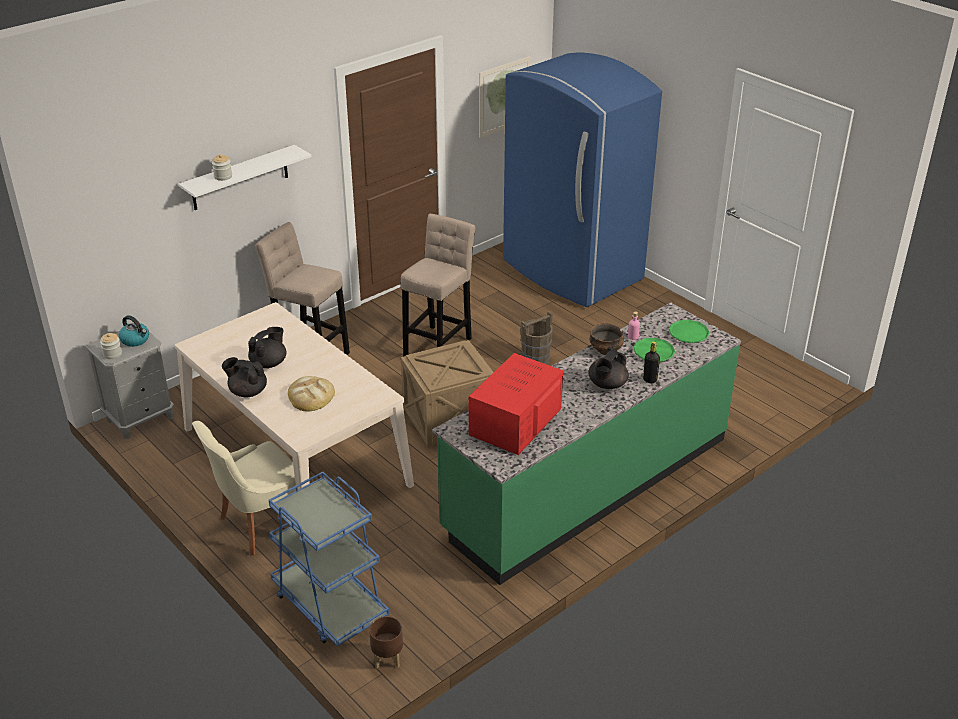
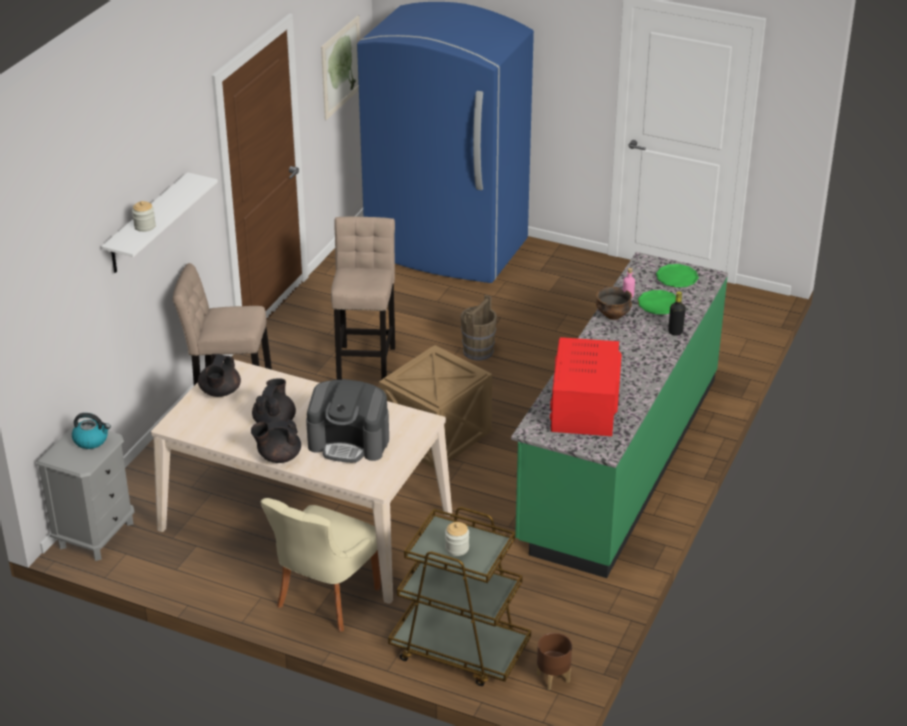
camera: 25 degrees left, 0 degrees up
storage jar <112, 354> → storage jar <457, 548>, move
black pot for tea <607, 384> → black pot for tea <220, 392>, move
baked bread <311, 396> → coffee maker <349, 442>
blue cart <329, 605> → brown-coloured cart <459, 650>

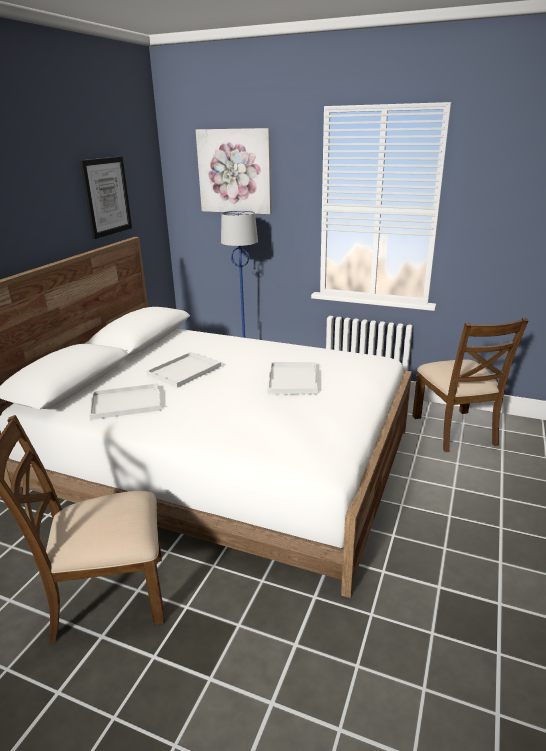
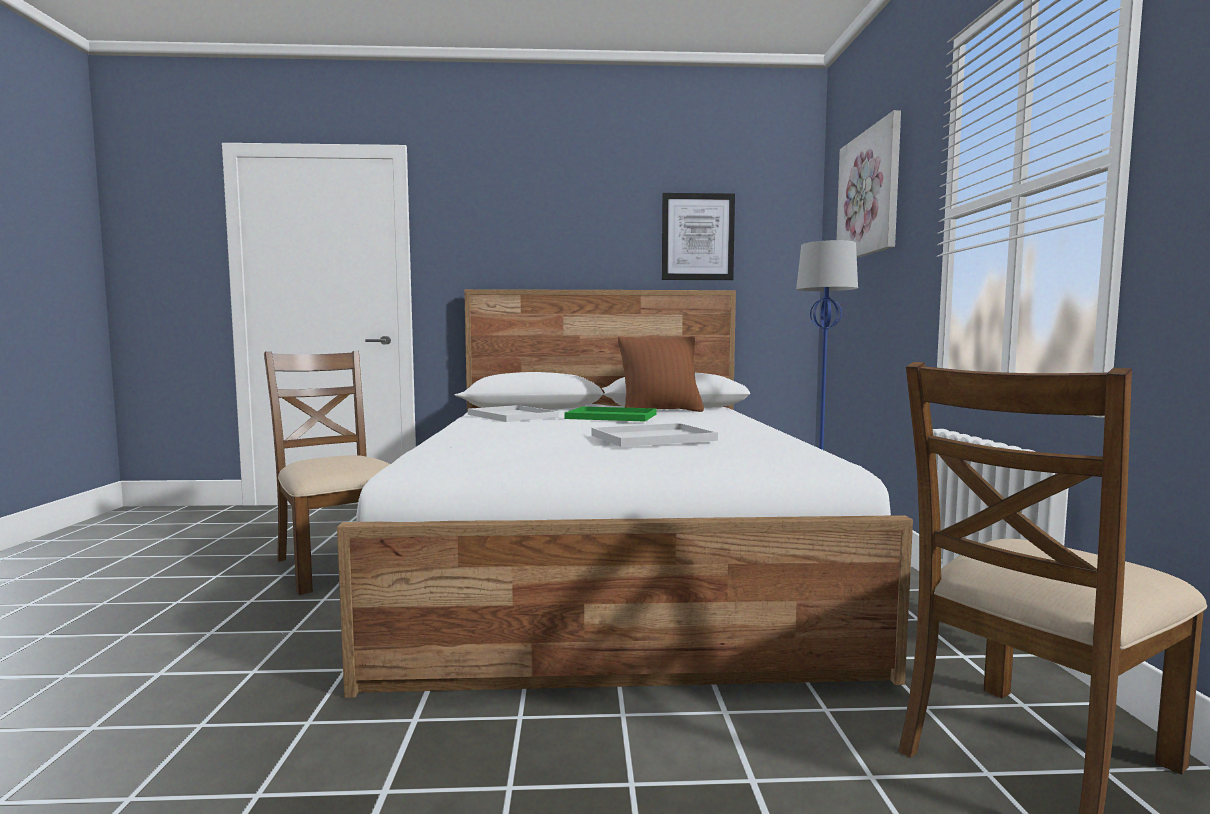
camera: 65 degrees right, 20 degrees down
white-coloured carrying tray <184, 371> → greenish carrying tray <609, 416>
- → brown-coloured cushion <660, 411>

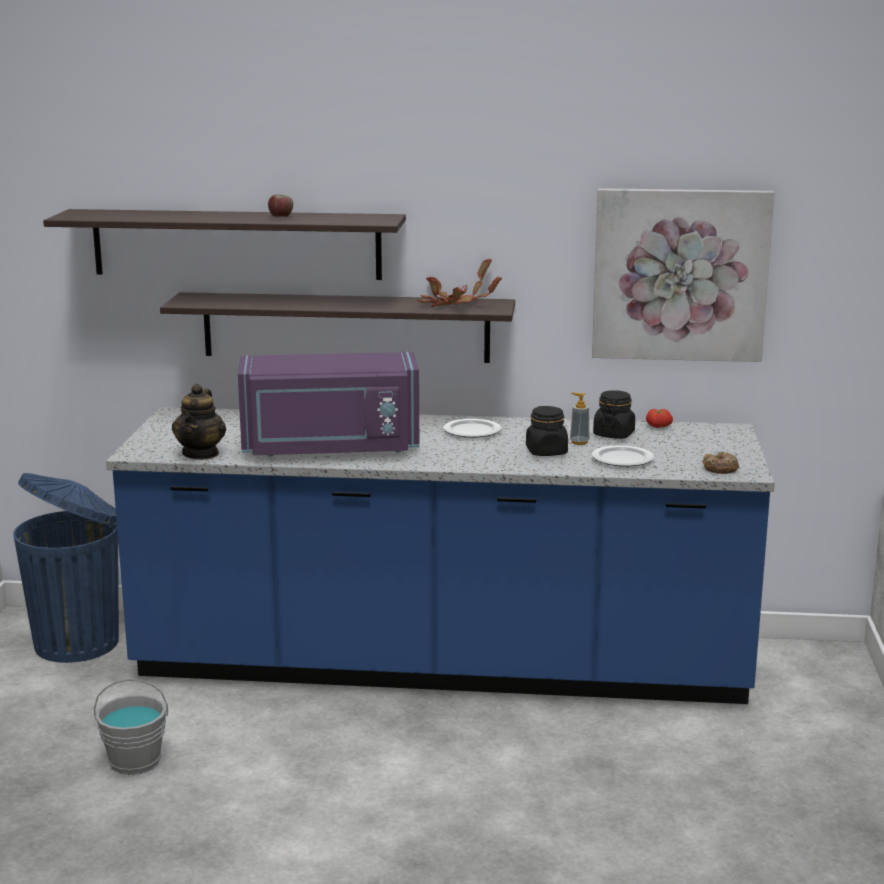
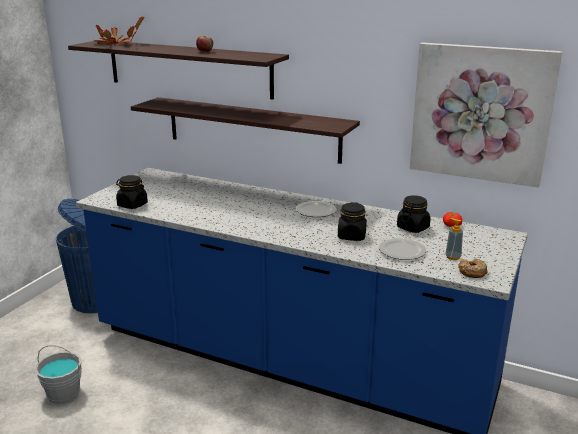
camera: 20 degrees right, 5 degrees up
plant in a pot <453, 304> → plant in a pot <115, 44>, move
purple-coloured kitchen microwave <330, 449> → -
pot for tea <201, 454> → black storage jar <132, 205>
liquid soap bottle <579, 442> → liquid soap bottle <452, 257>, move

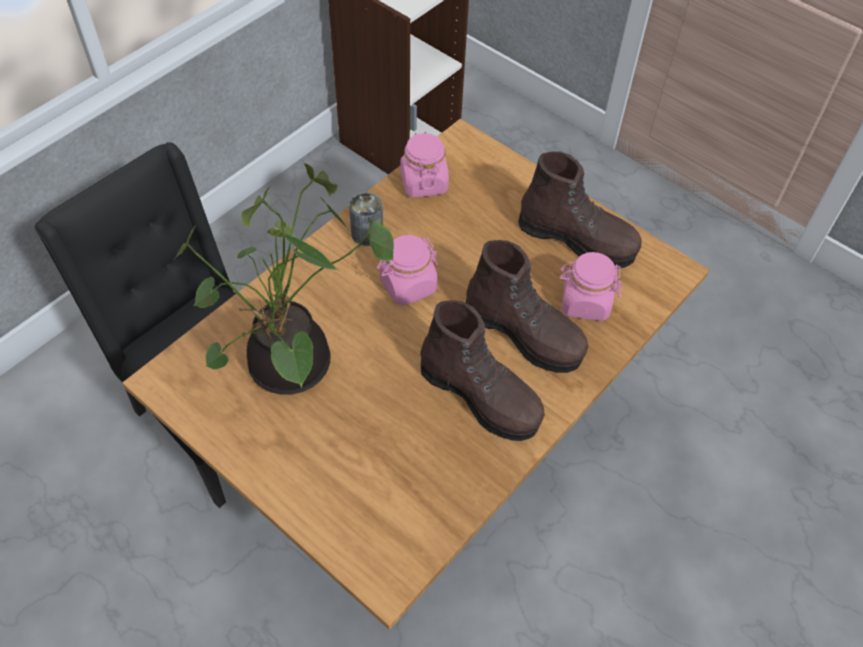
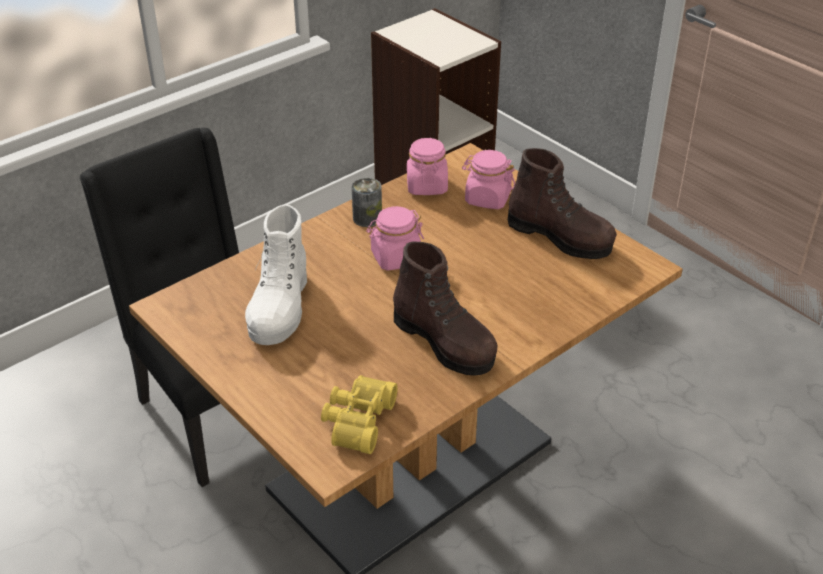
camera: 10 degrees right, 15 degrees down
plant in a pot <294, 369> → white-coloured boot <280, 308>
brown-coloured boot <524, 334> → -
pink storage jar <585, 302> → pink storage jar <487, 198>, move
- → yellow-coloured binoculars <356, 421>

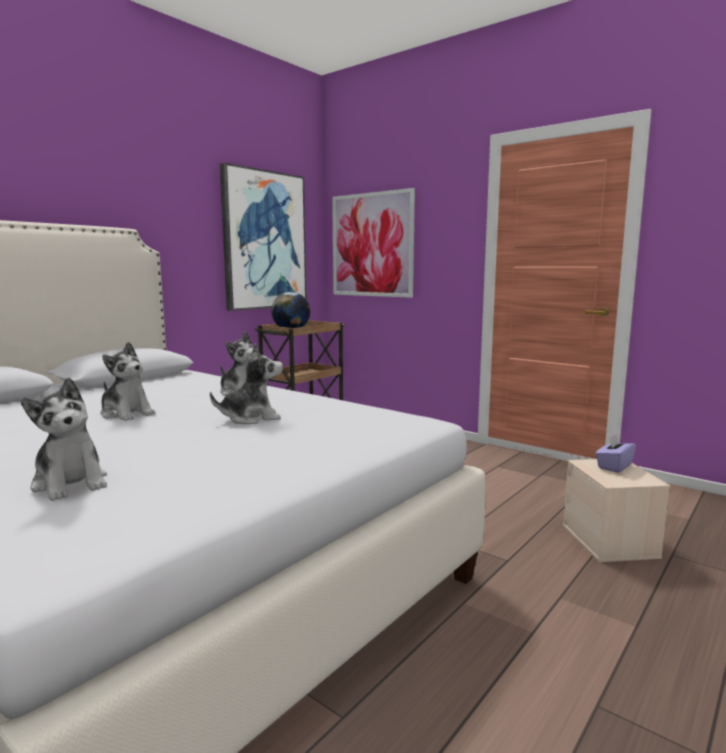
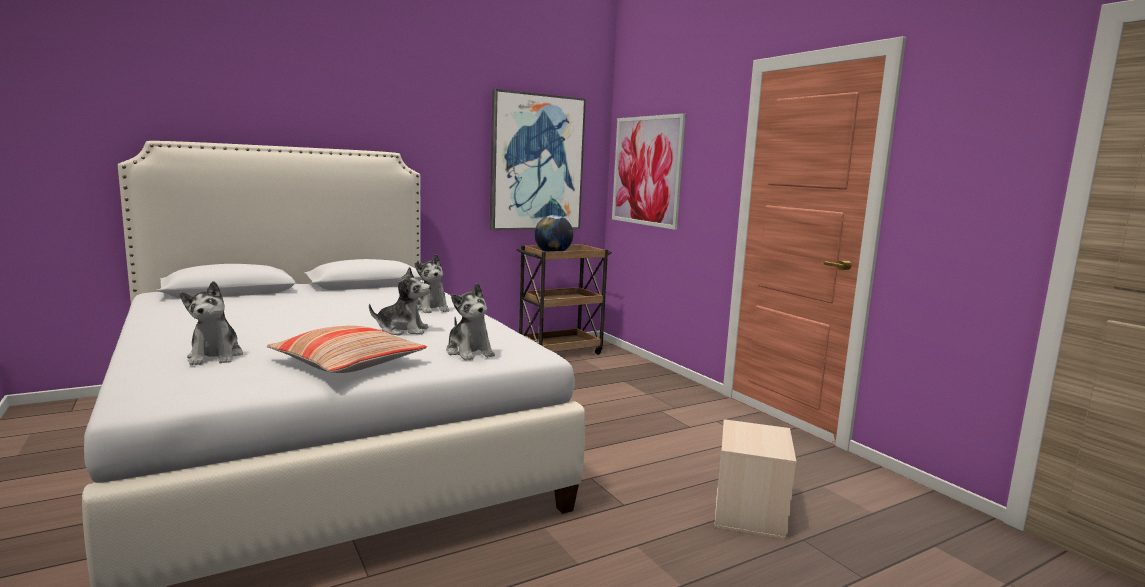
camera: 20 degrees right, 0 degrees up
soft toy <126, 414> → soft toy <469, 352>, move
purple-coloured tissue holder <614, 466> → -
- → cushion <348, 363>

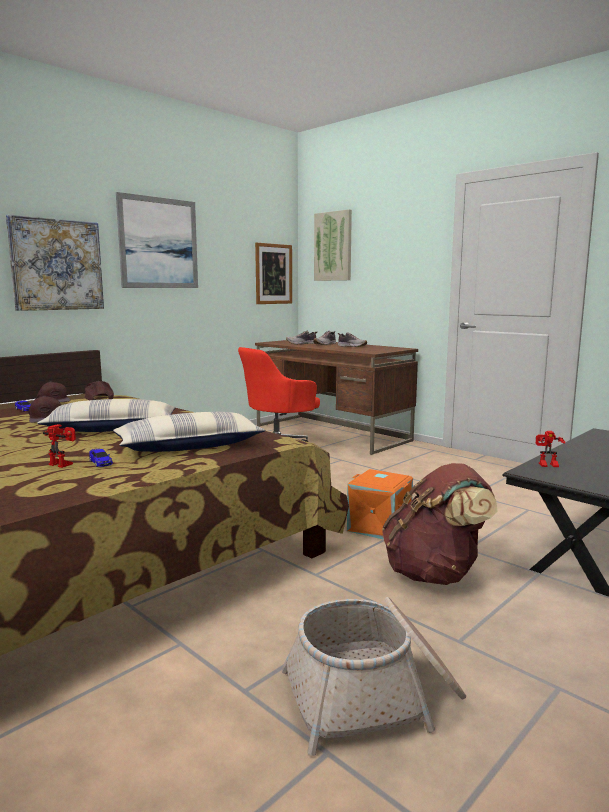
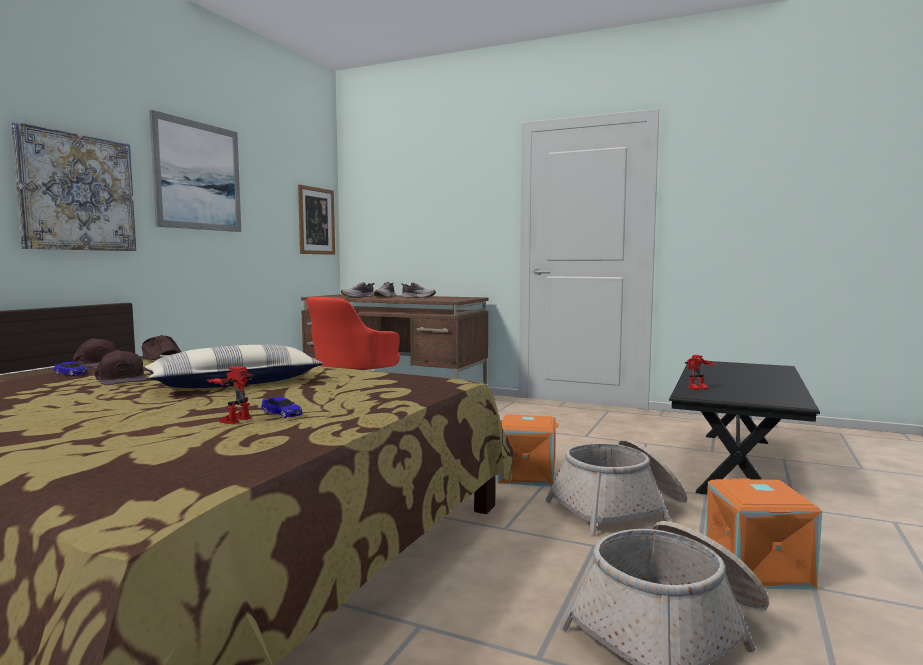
camera: 20 degrees left, 5 degrees down
picture <333, 246> → -
cushion <189, 446> → -
toy robot <64, 464> → toy robot <234, 419>, 75 degrees counterclockwise
brown-coloured rucksack <435, 574> → storage basket <619, 509>
- → orange storage box <759, 569>

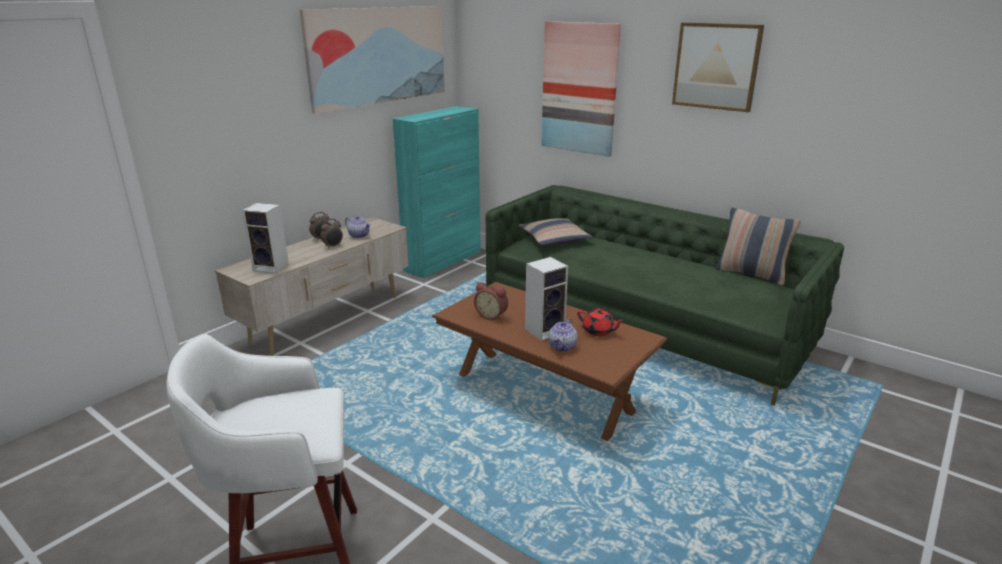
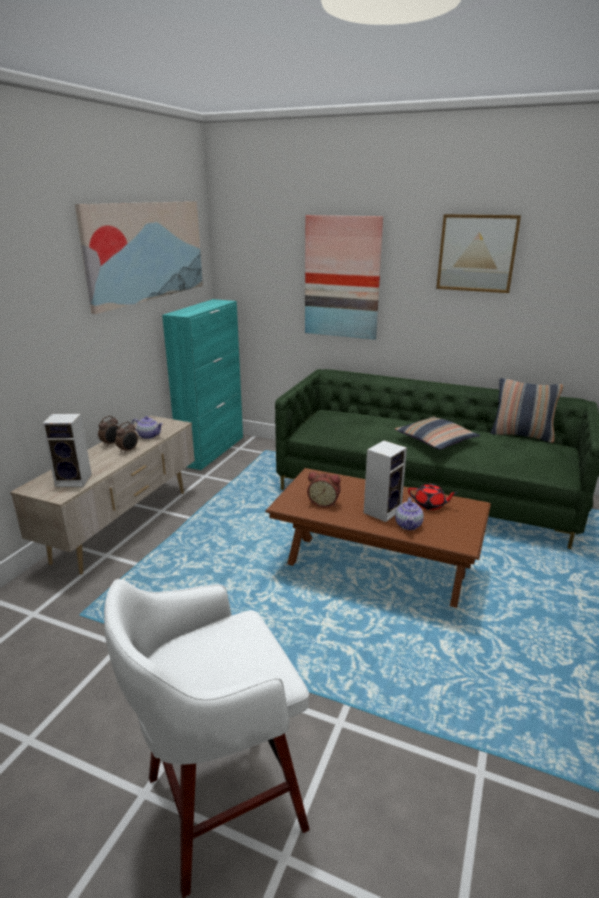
camera: 15 degrees left, 0 degrees up
cushion <554, 239> → cushion <435, 440>, move

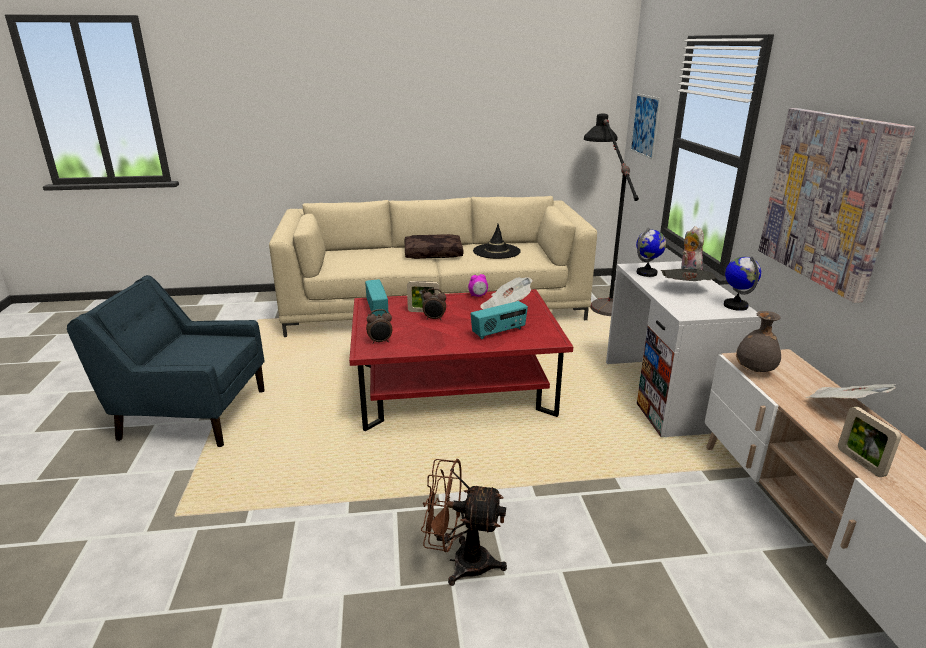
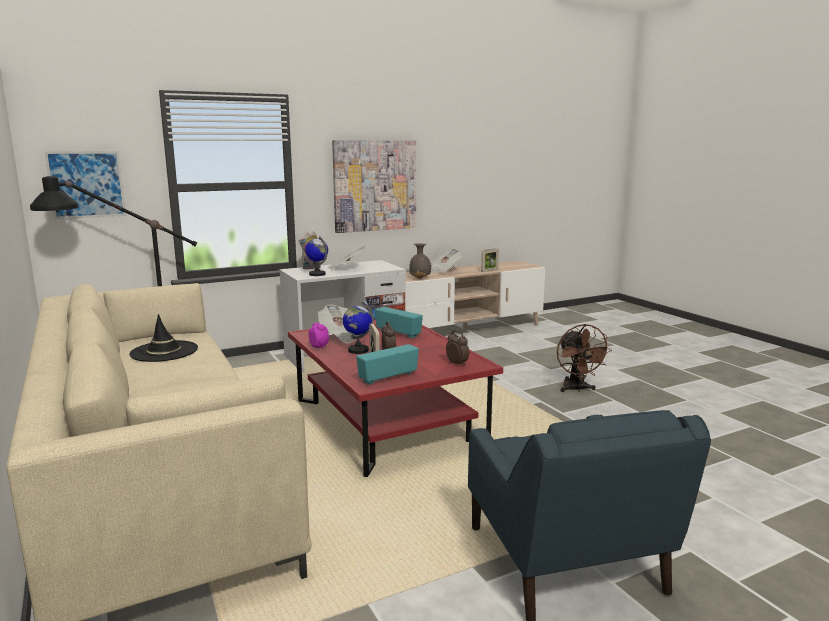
camera: 110 degrees left, 10 degrees down
brown-coloured cushion <433, 253> → -
globe <735, 305> → globe <358, 350>, move

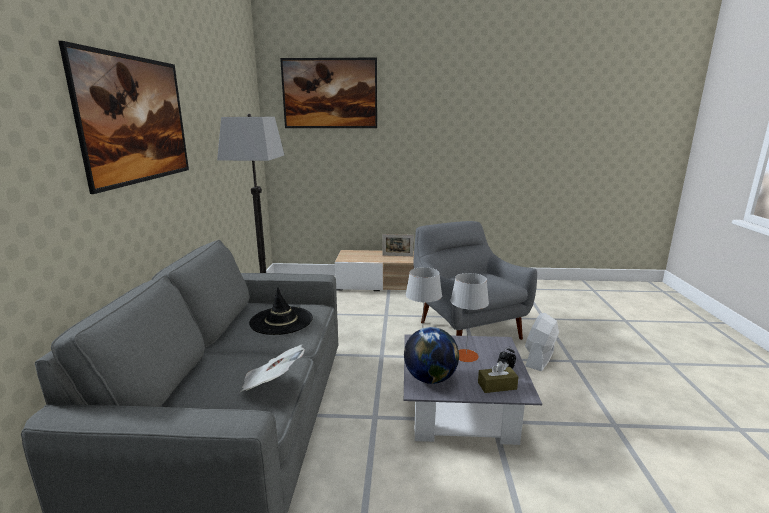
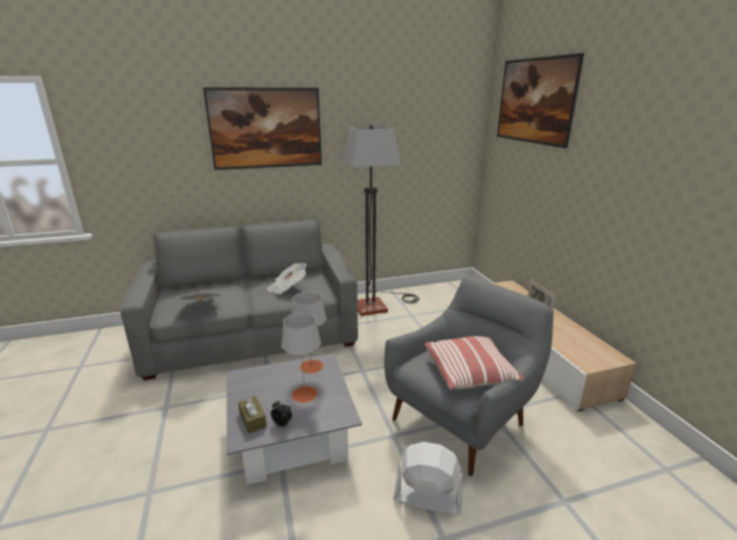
camera: 70 degrees right, 5 degrees up
black hat <281, 321> → newspaper <287, 288>
globe <430, 379> → -
- → cushion <470, 372>

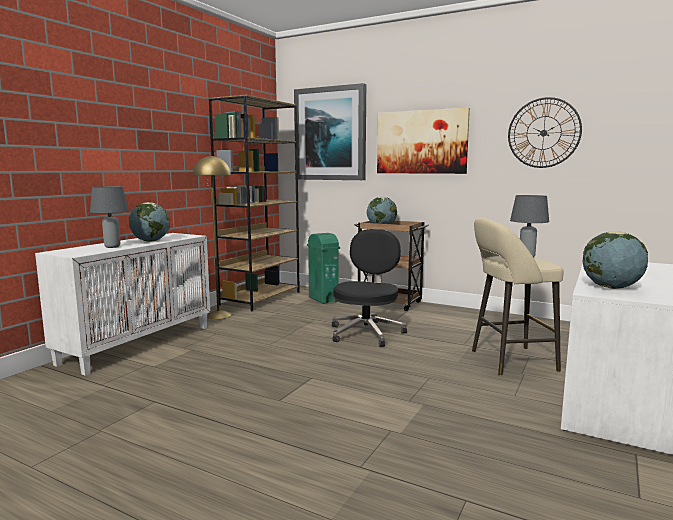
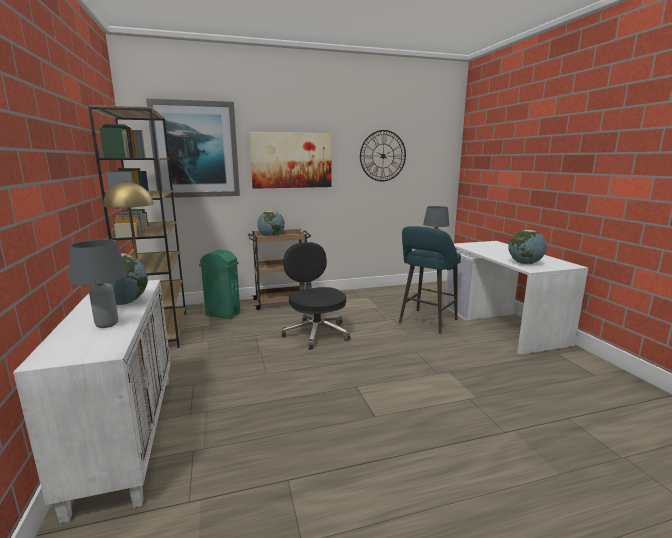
camera: 45 degrees left, 5 degrees up
sand-coloured stool <508, 361> → blue-green stool <426, 322>

